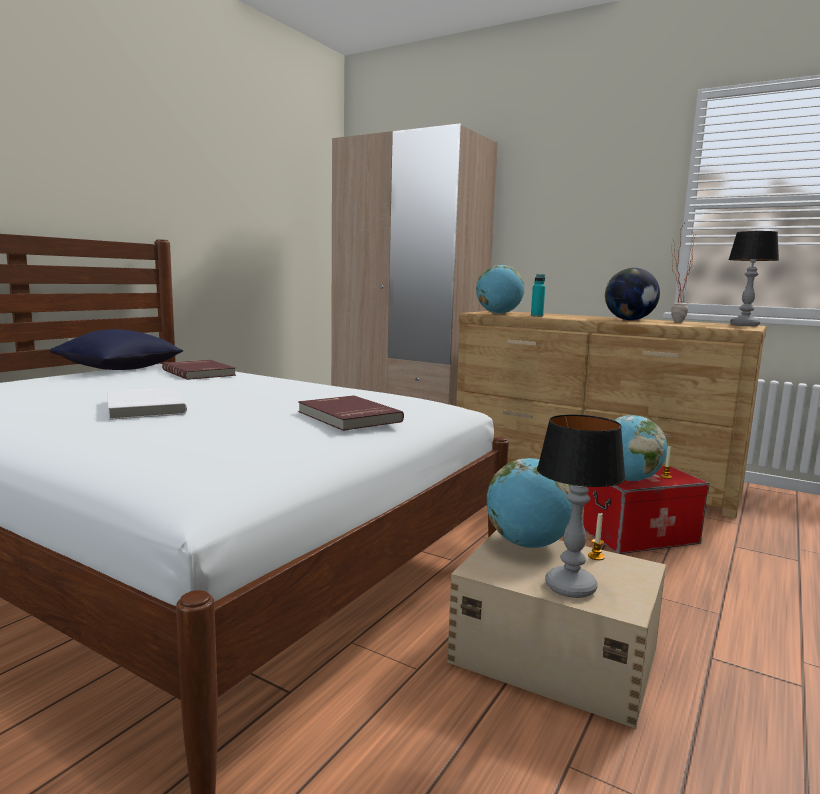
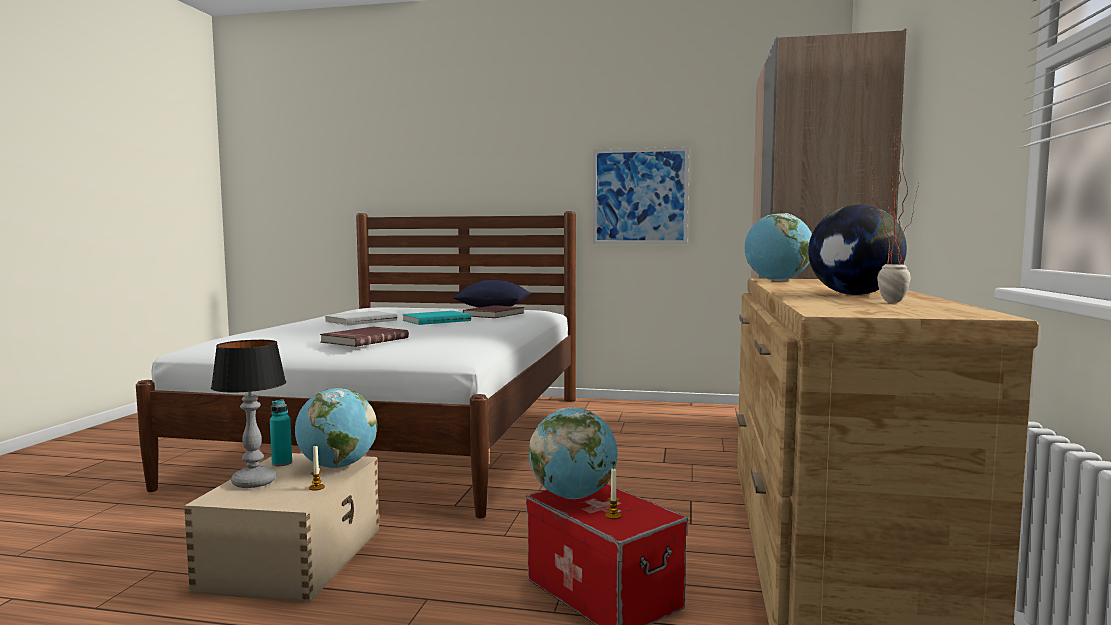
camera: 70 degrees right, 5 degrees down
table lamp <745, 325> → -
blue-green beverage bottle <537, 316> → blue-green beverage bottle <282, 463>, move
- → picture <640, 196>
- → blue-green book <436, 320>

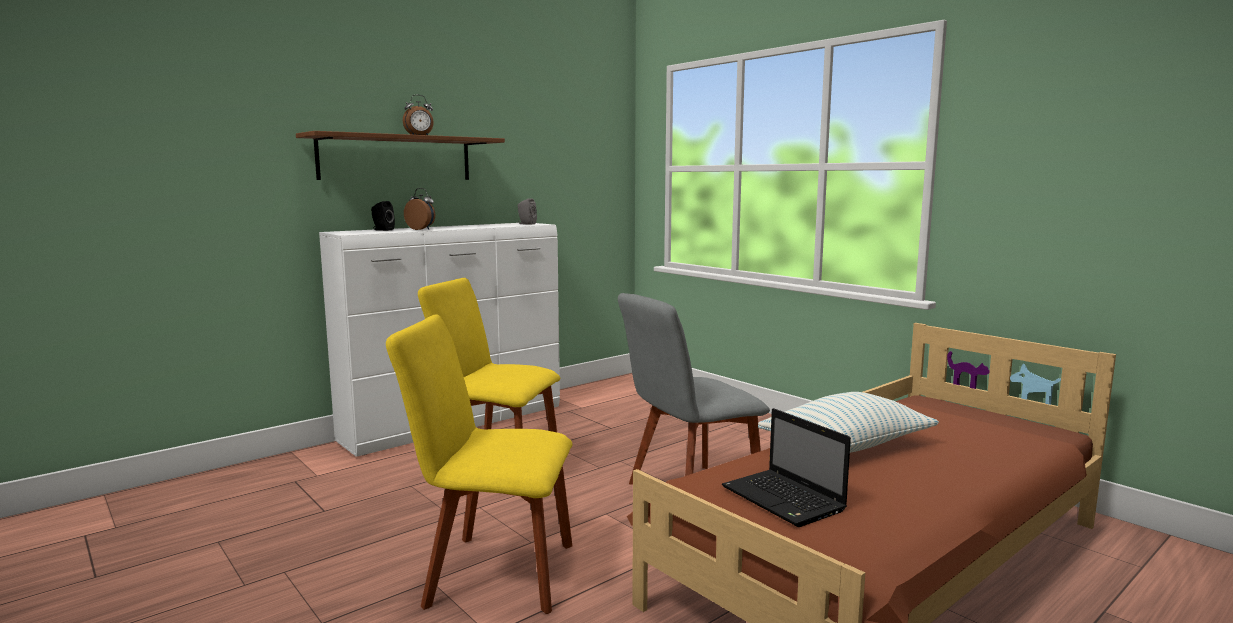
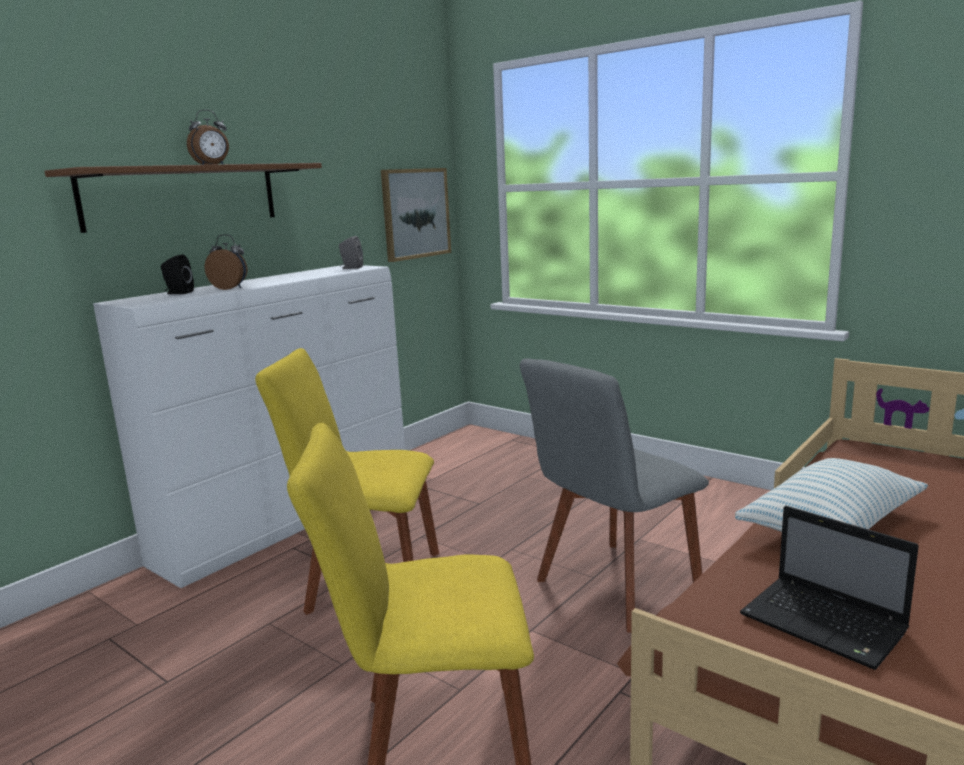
camera: 10 degrees left, 5 degrees up
- → picture <415, 213>

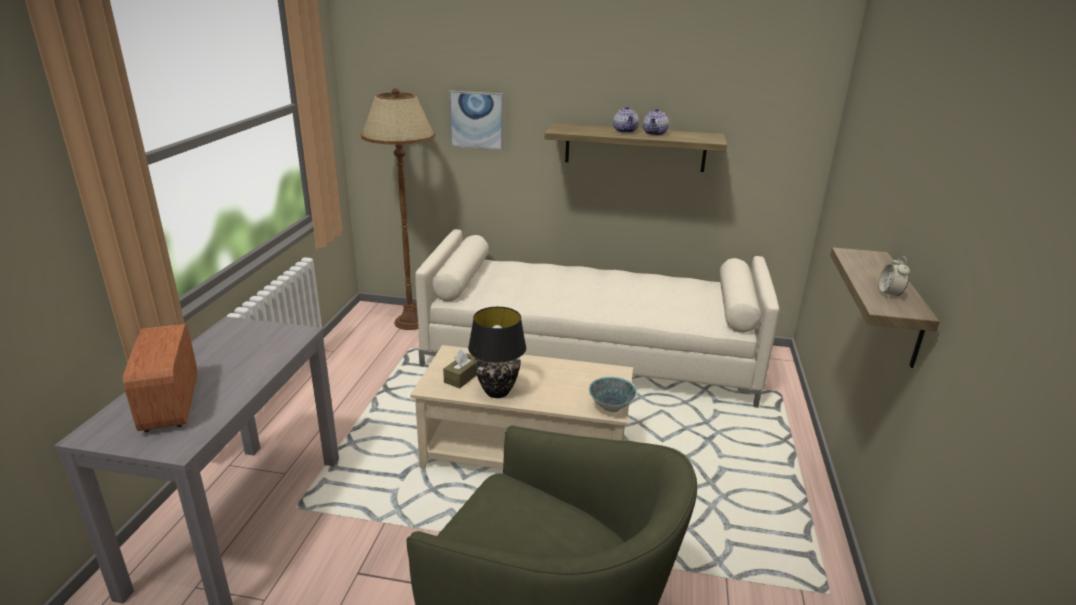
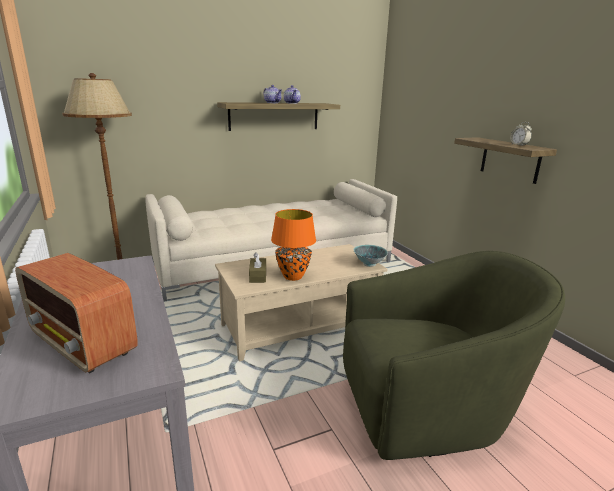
camera: 35 degrees left, 5 degrees down
picture <477, 120> → -
black table lamp <498, 391> → orange table lamp <293, 276>

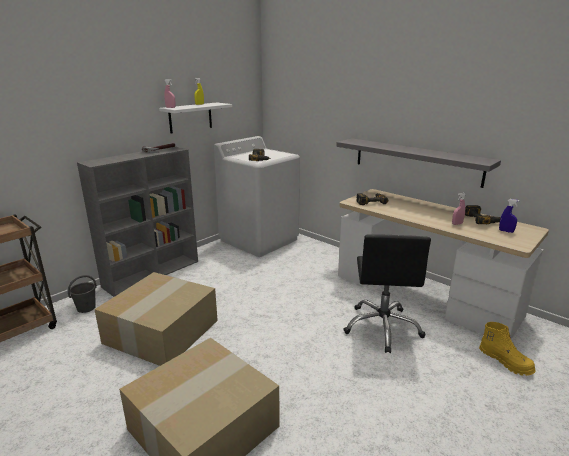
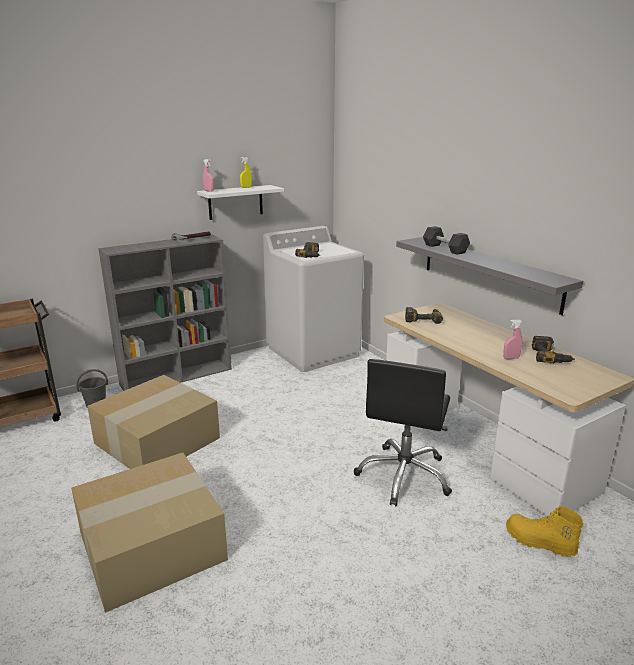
camera: 15 degrees right, 0 degrees up
blue sprayer <506, 231> → -
yellow-coloured boot <505, 361> → yellow-coloured boot <539, 542>, 150 degrees clockwise
- → gray dumbbell <445, 249>

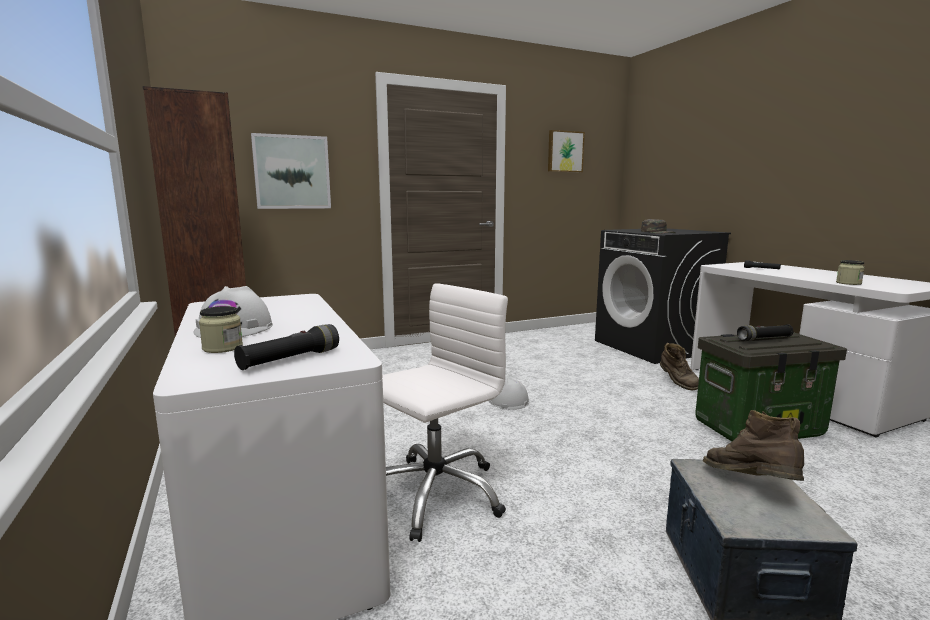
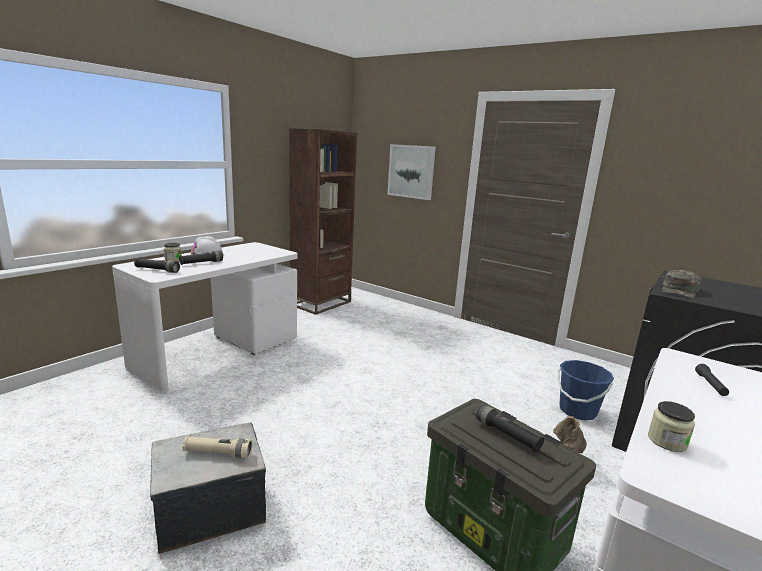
camera: 60 degrees right, 5 degrees up
picture <564, 151> → -
white-coloured office chair <435, 494> → -
white-coloured safety helmet <508, 401> → -
brown-coloured boot <750, 486> → sand-coloured torch <218, 453>
- → black torch <201, 263>
- → blue bucket <577, 411>

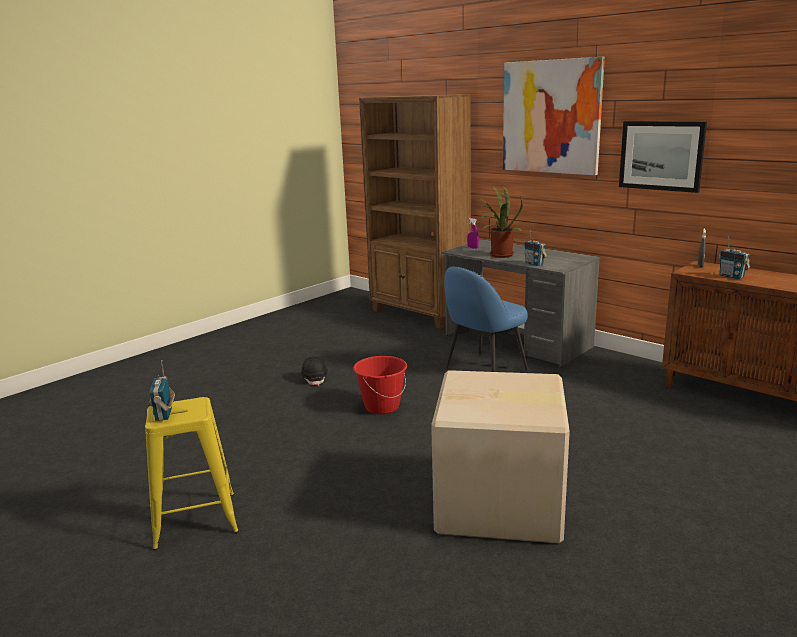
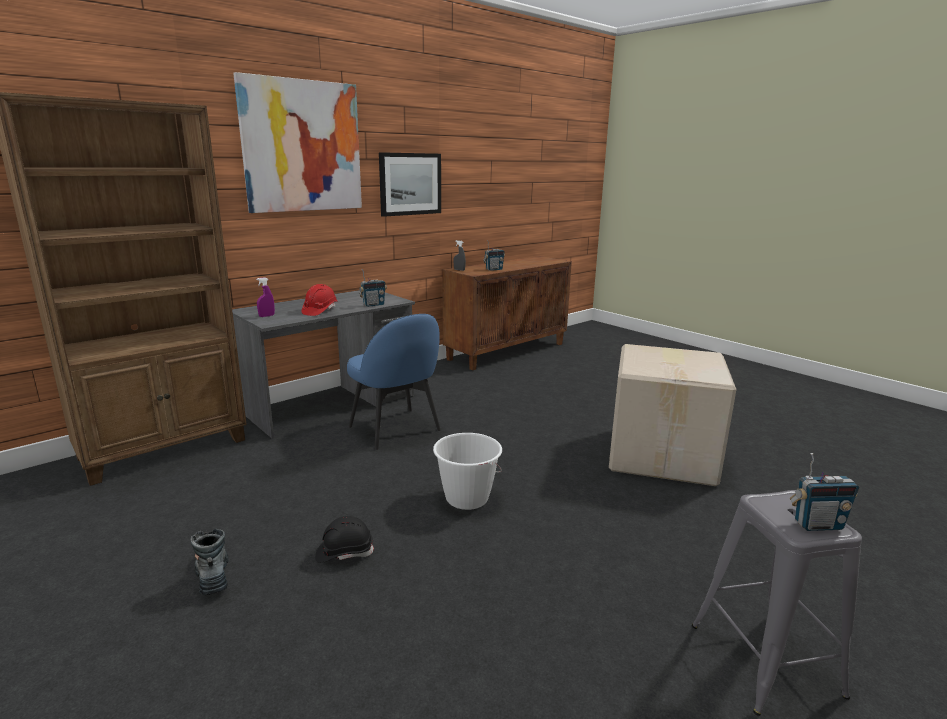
camera: 85 degrees left, 0 degrees up
plant in a pot <499, 255> → red safety helmet <320, 311>
red bucket <382, 407> → white-coloured bucket <466, 498>
yellow-coloured stool <196, 520> → gray stool <765, 659>
- → boot <213, 574>

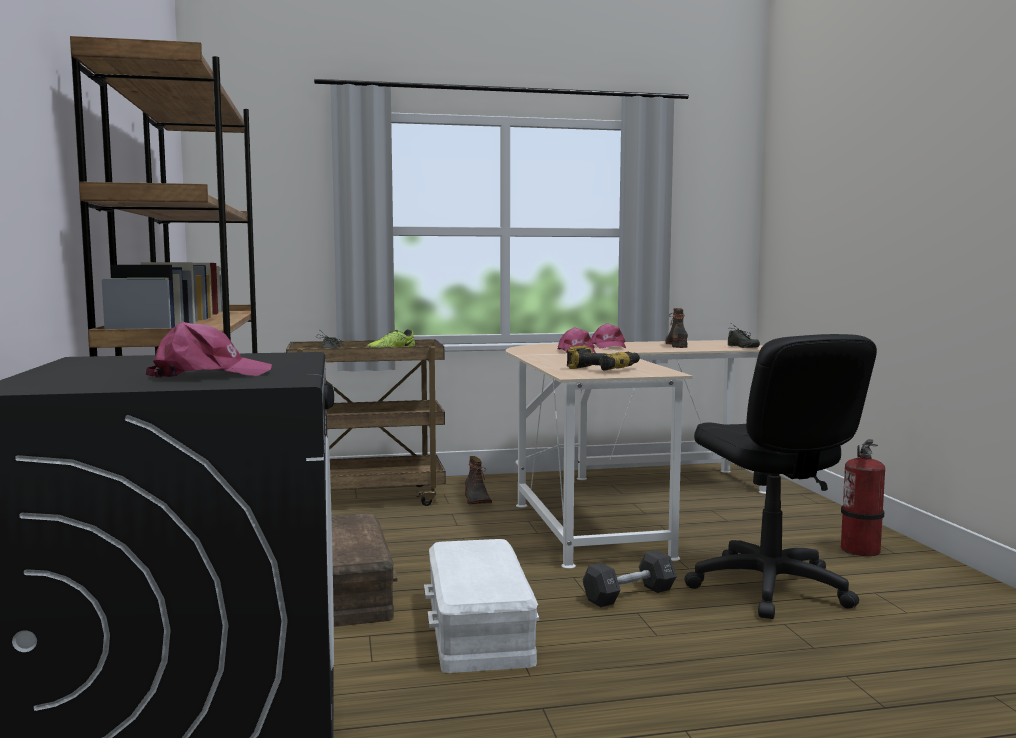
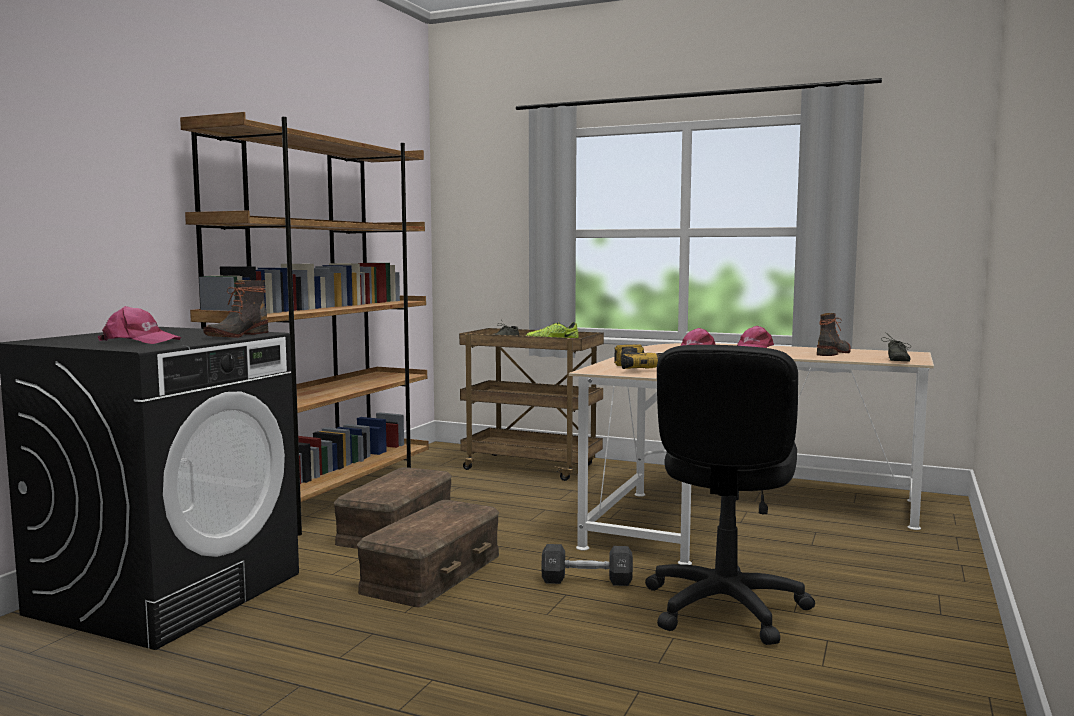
camera: 35 degrees right, 0 degrees up
extinguisher <861, 550> → -
boot <476, 500> → boot <236, 335>, move
white-coloured storage box <477, 628> → brown-coloured storage box <431, 572>

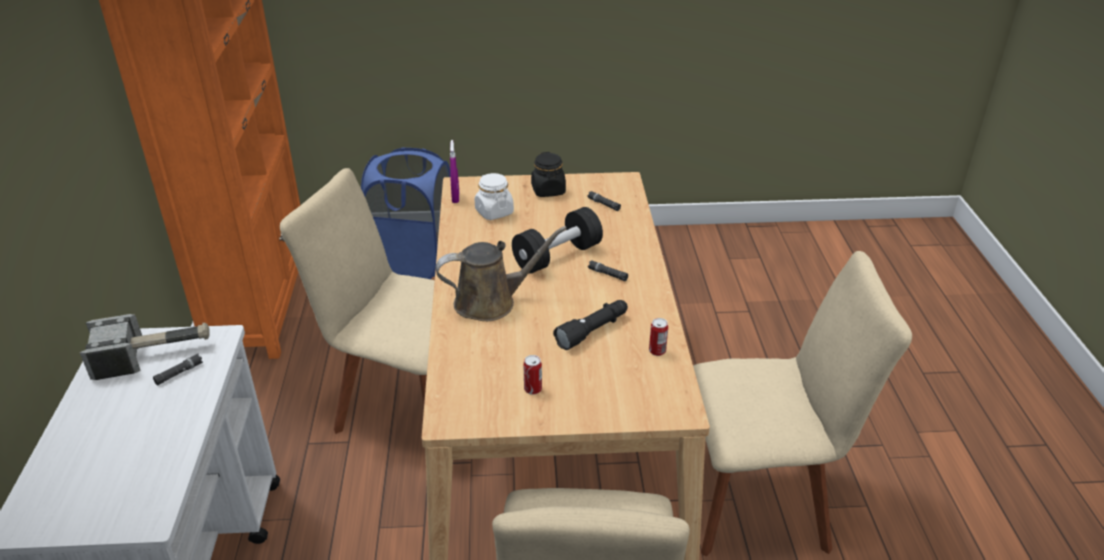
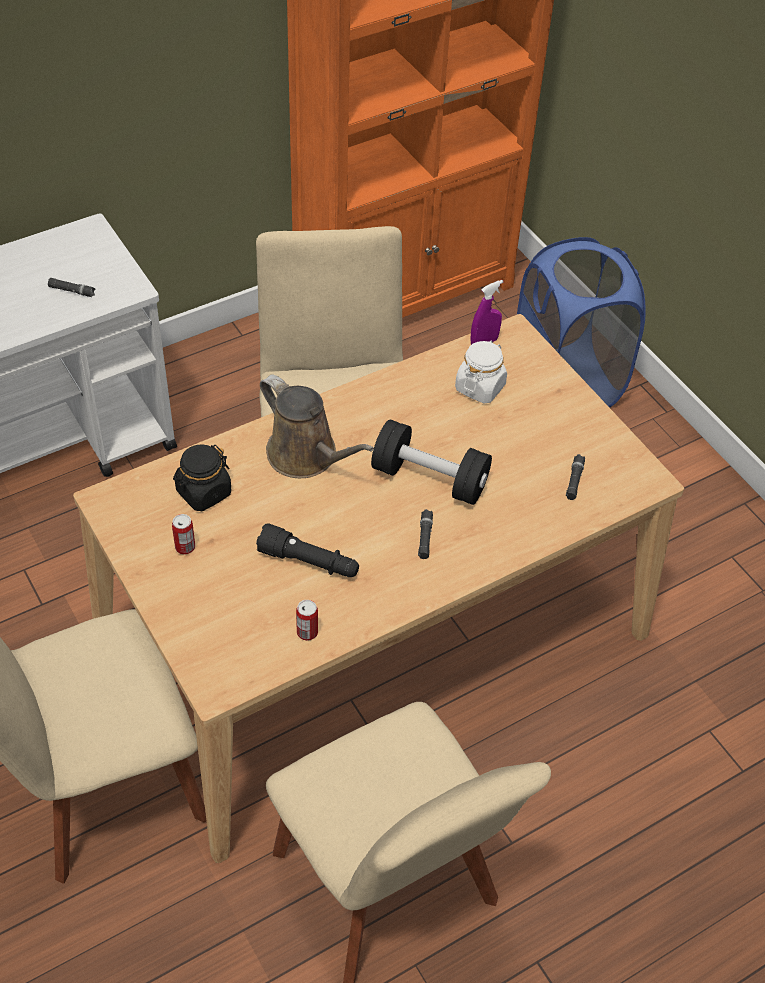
camera: 60 degrees right, 15 degrees up
black storage jar <548, 190> → black storage jar <203, 492>, move
hammer <154, 354> → -

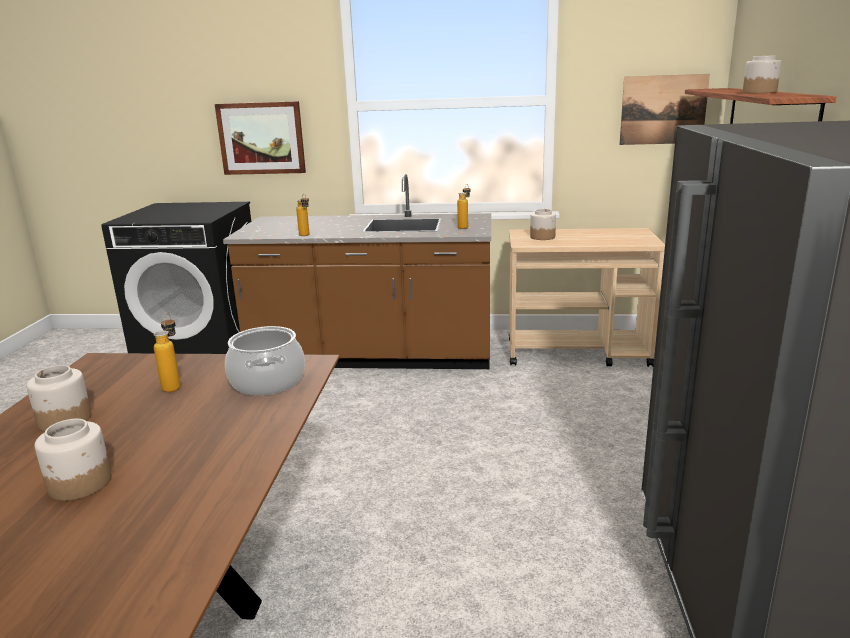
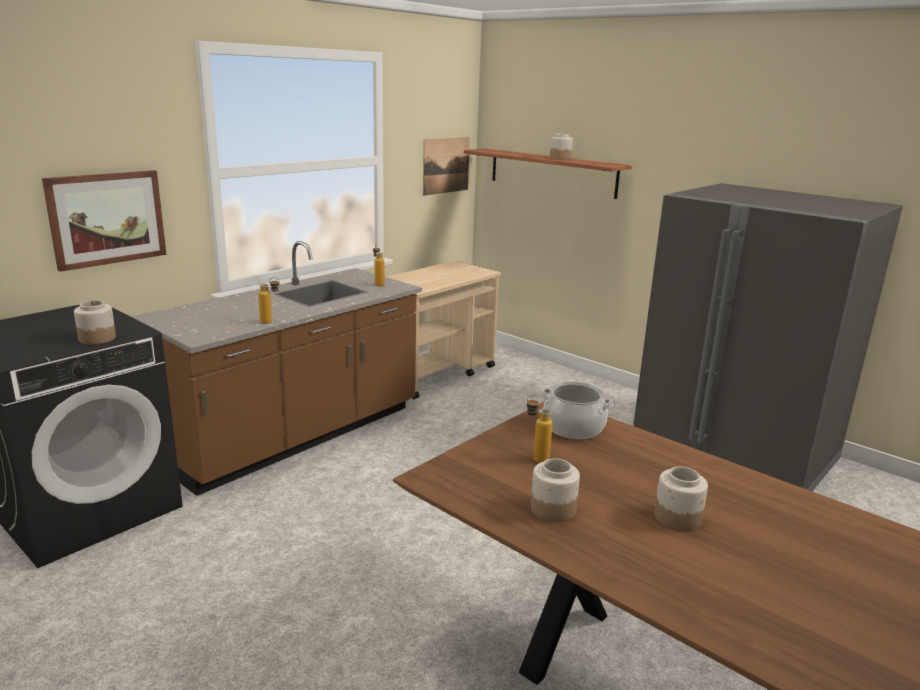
camera: 55 degrees left, 0 degrees up
storage jar <542, 237> → storage jar <97, 338>, move

